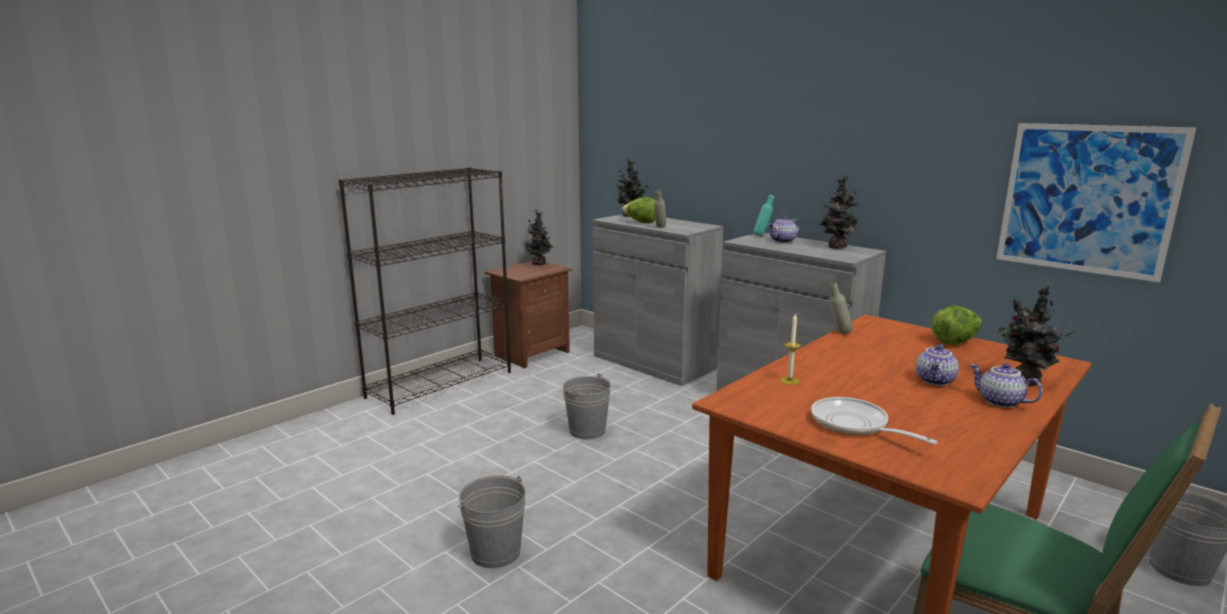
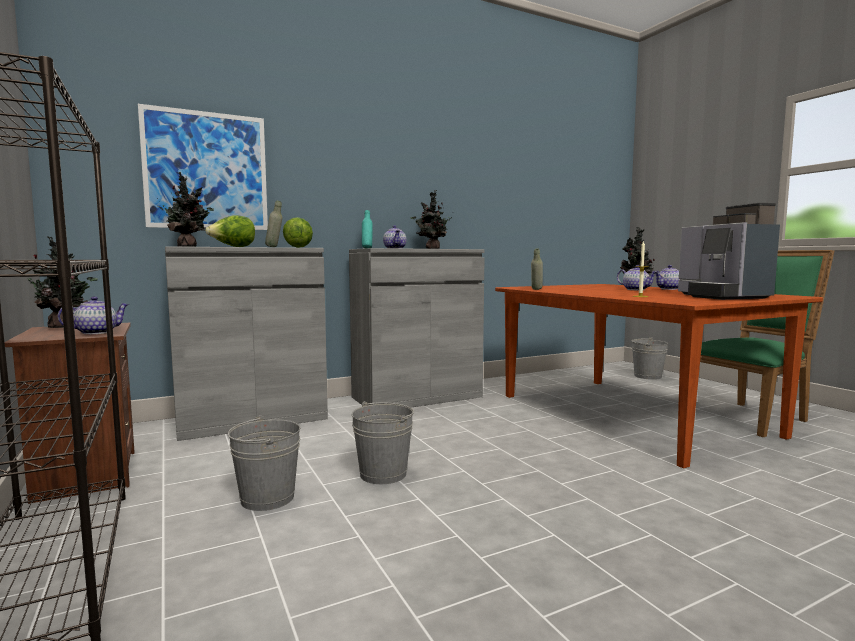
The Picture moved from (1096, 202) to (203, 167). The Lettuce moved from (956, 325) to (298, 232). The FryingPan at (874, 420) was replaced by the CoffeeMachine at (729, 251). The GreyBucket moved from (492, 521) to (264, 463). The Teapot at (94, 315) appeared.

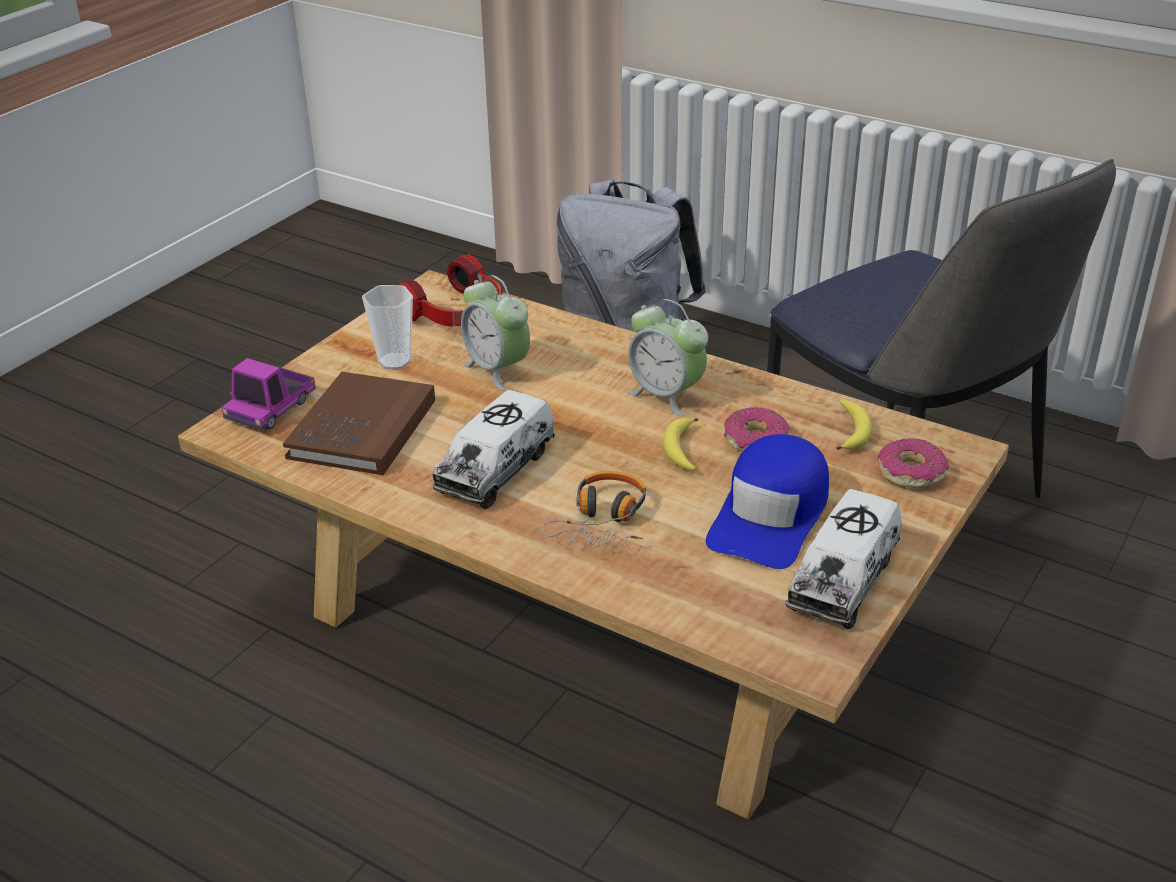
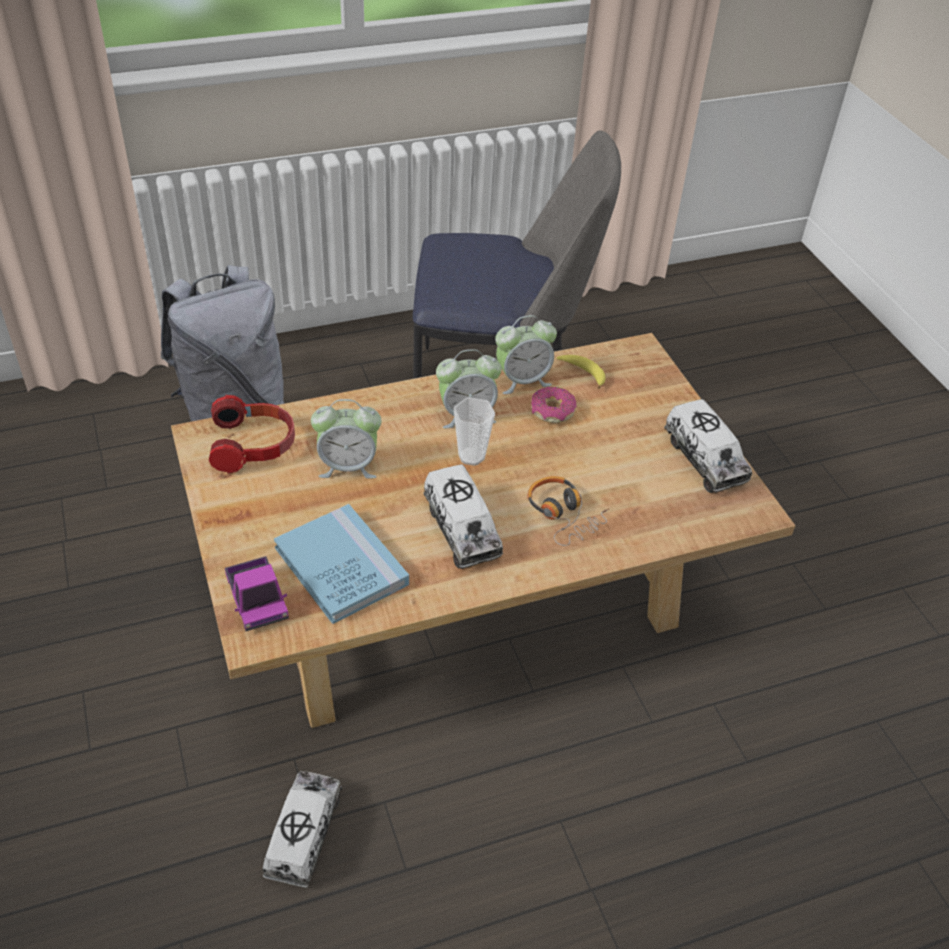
The Cup moved from (387, 327) to (474, 431). The BrownBook at (359, 423) became the BlueBook at (341, 564). The Banana at (680, 444) disappeared. The BlueCap at (767, 501) disappeared. The Donut at (913, 463) disappeared. The AlarmClock at (526, 354) appeared. The ToyTruck at (302, 829) appeared.

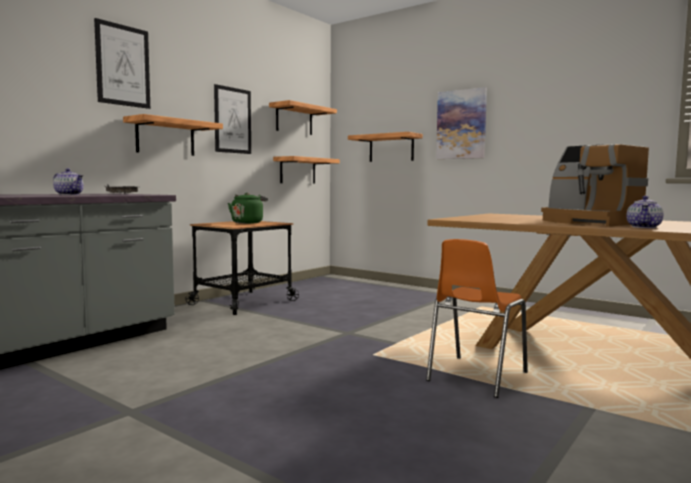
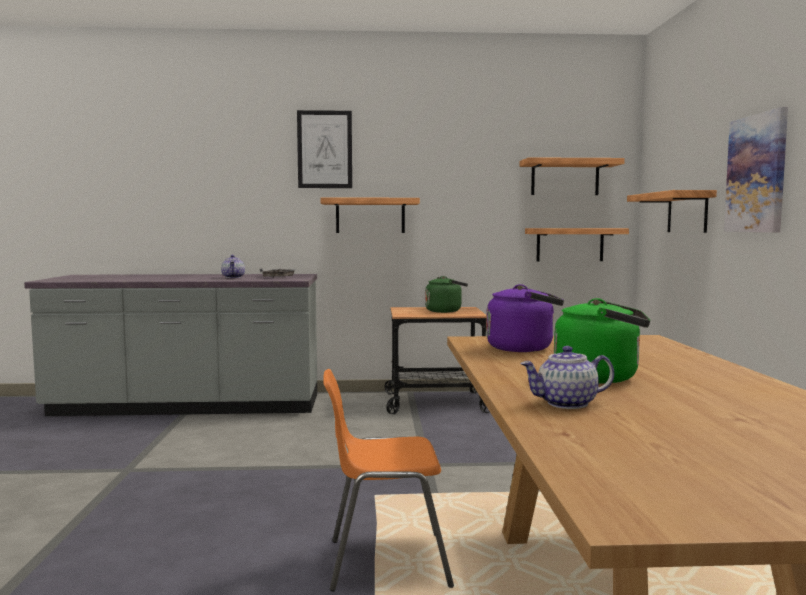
The Picture at (232, 119) disappeared. The CoffeeMachine at (595, 185) was replaced by the GreenKettle at (602, 340). The PurpleKettle at (525, 318) appeared.

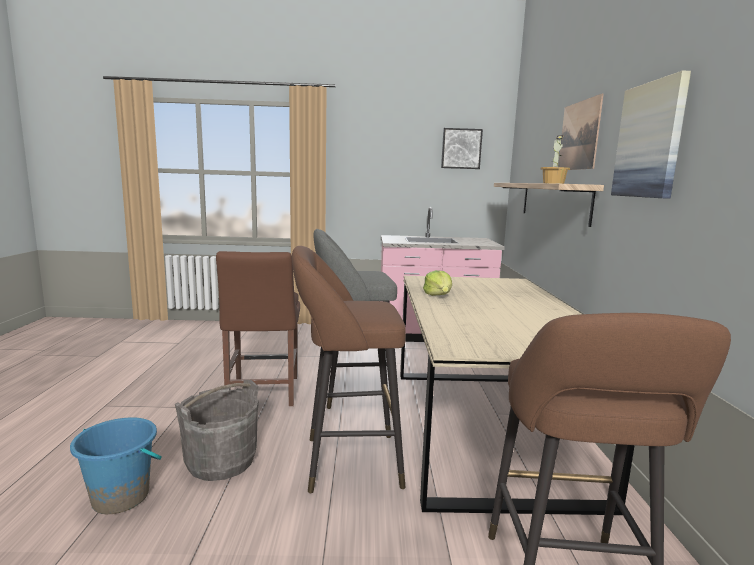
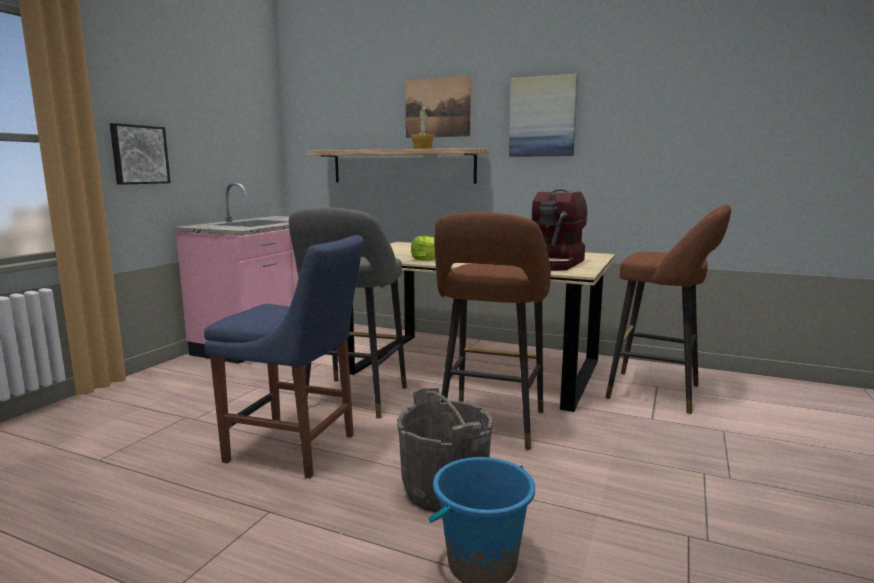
The Picture moved from (462, 148) to (140, 154). The BrownChair at (258, 328) became the BlueChair at (284, 356). The CoffeeMachine at (559, 230) appeared.

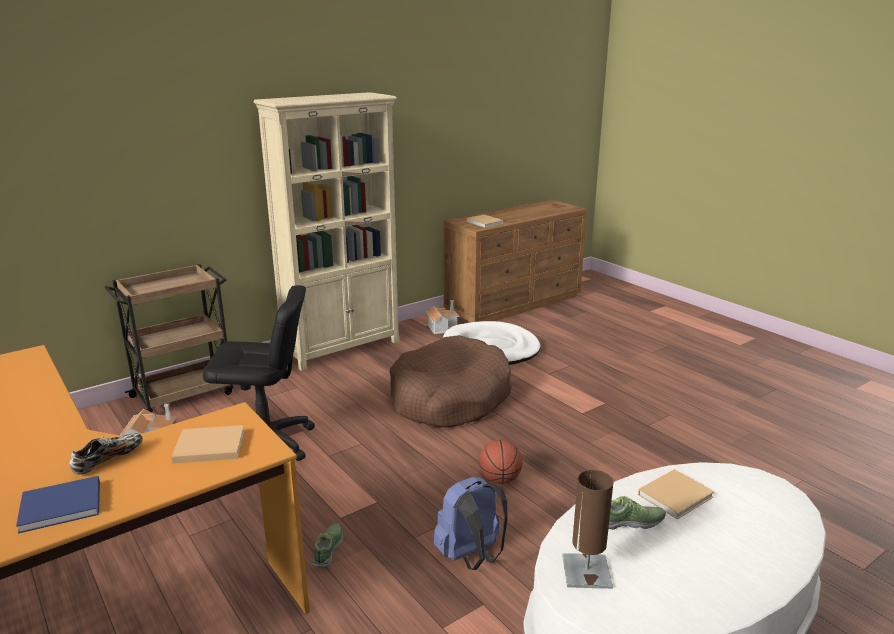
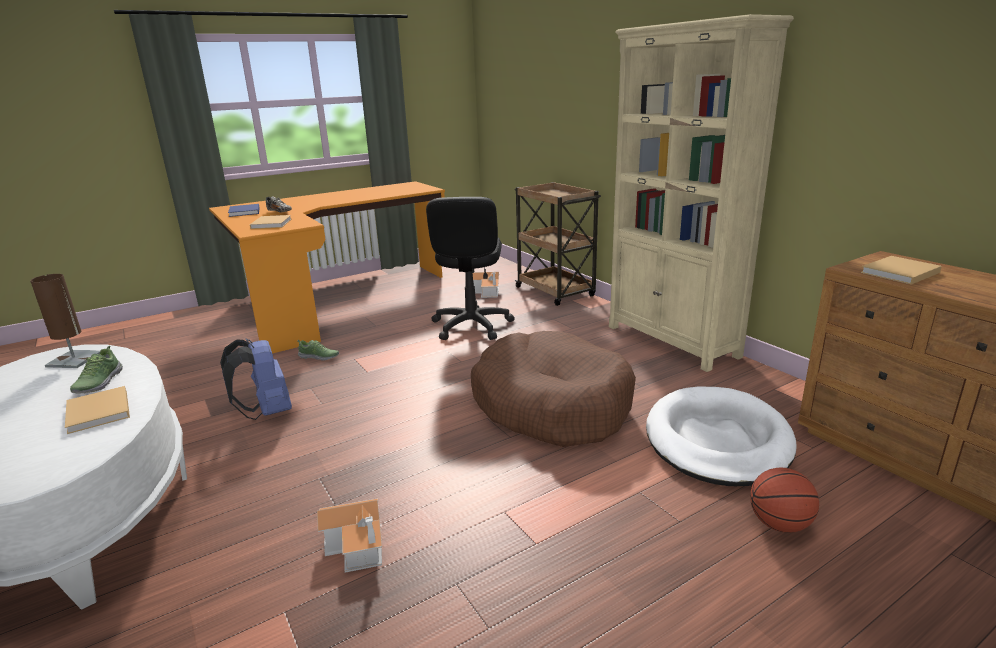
The ToyHouse moved from (443, 317) to (349, 535). The Basketball moved from (501, 462) to (784, 500).

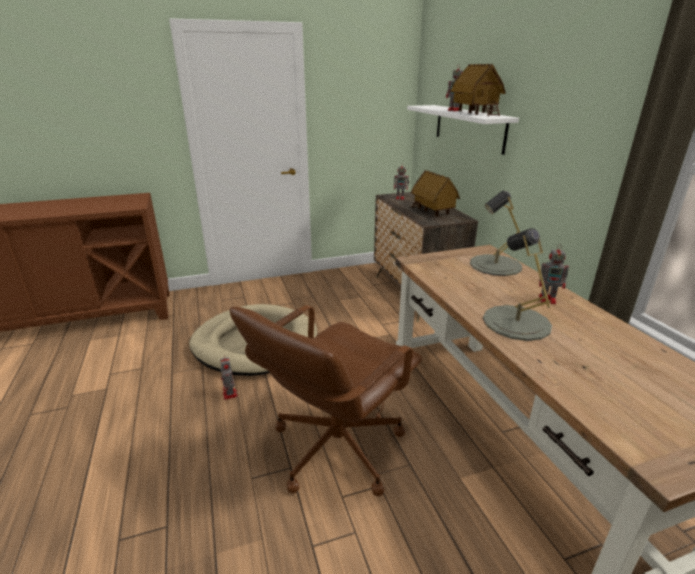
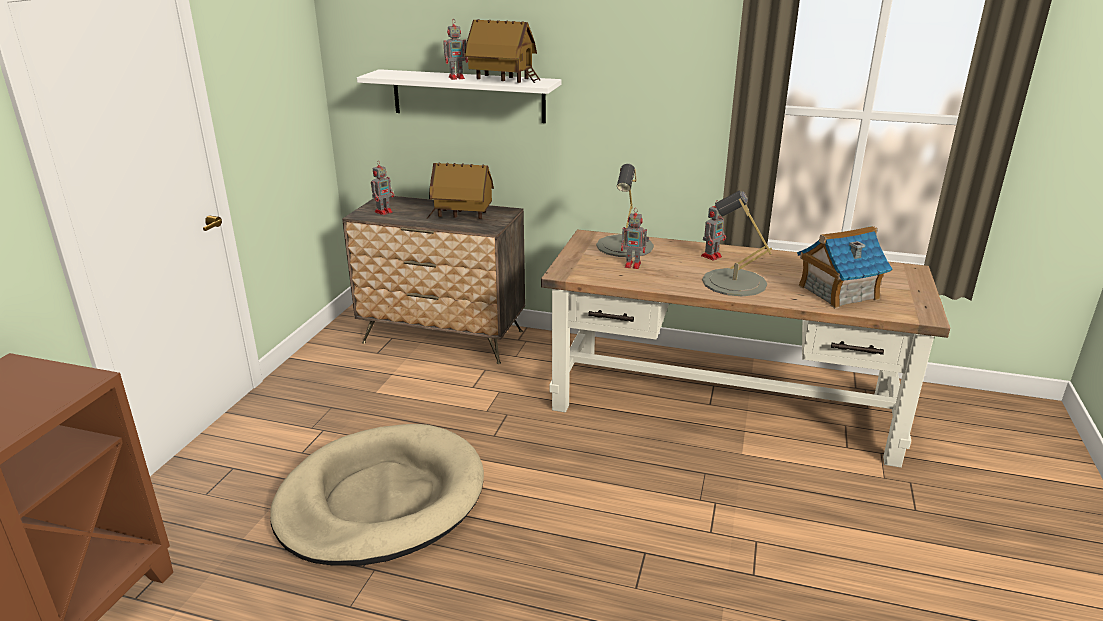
The BrownOfficeChair at (326, 400) disappeared. The ToyRobot moved from (229, 378) to (635, 238). The ToyHouse at (844, 267) appeared.

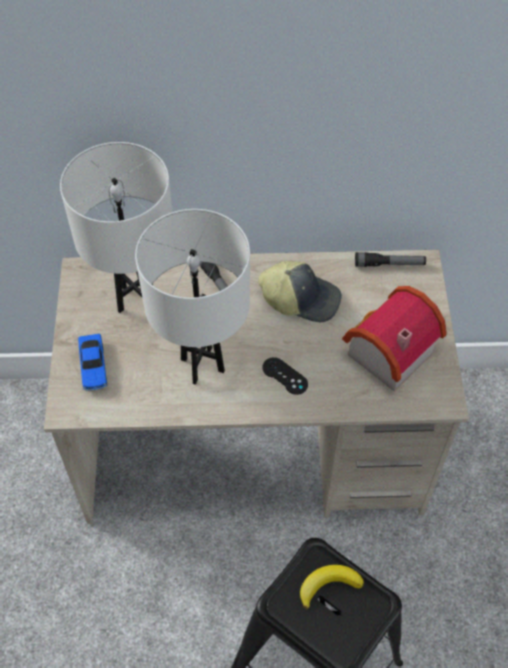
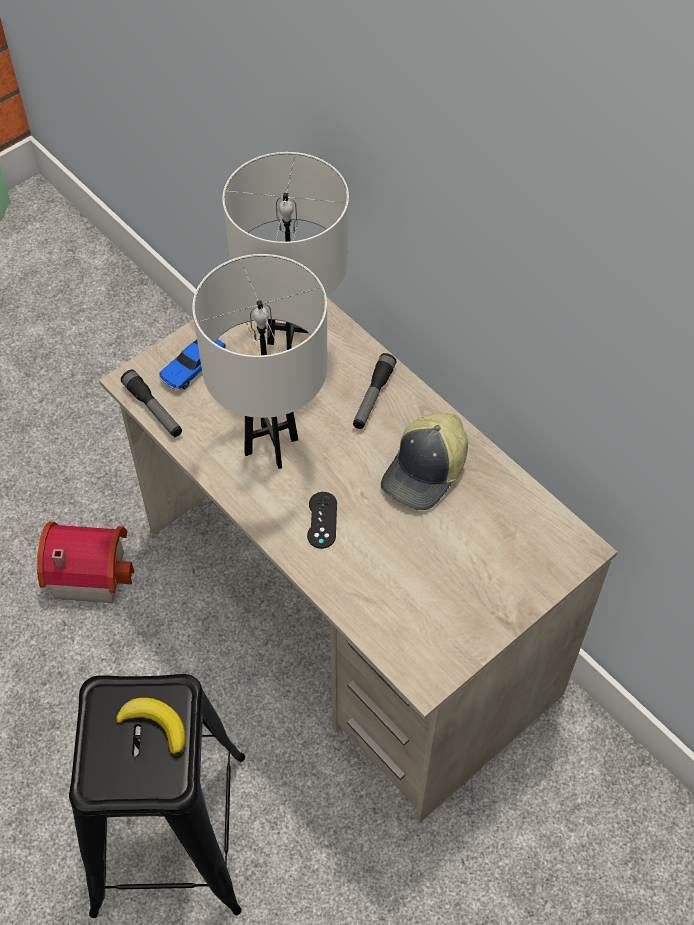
The Flashlight moved from (390, 259) to (151, 403). The Cap at (300, 291) turned 60 degrees clockwise. The ToyHouse moved from (394, 338) to (85, 562).

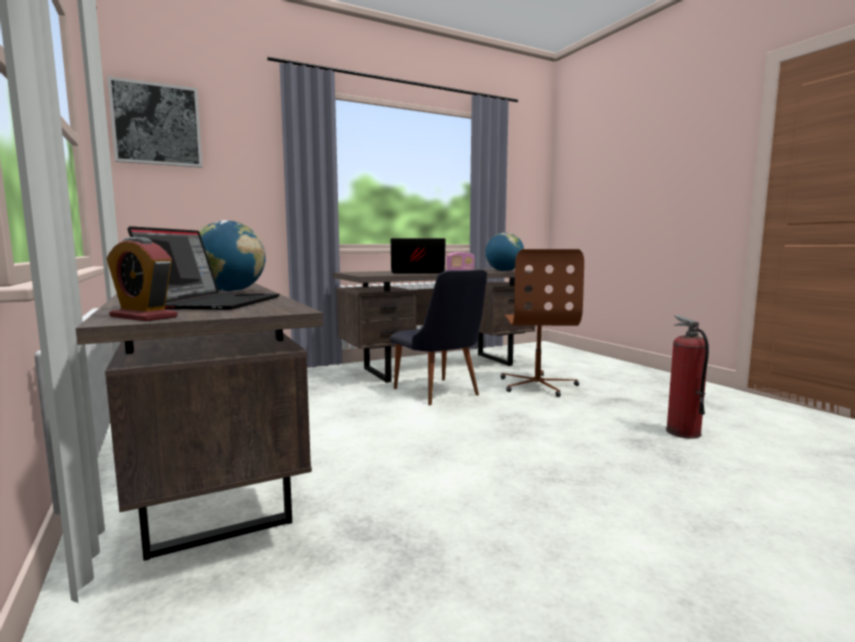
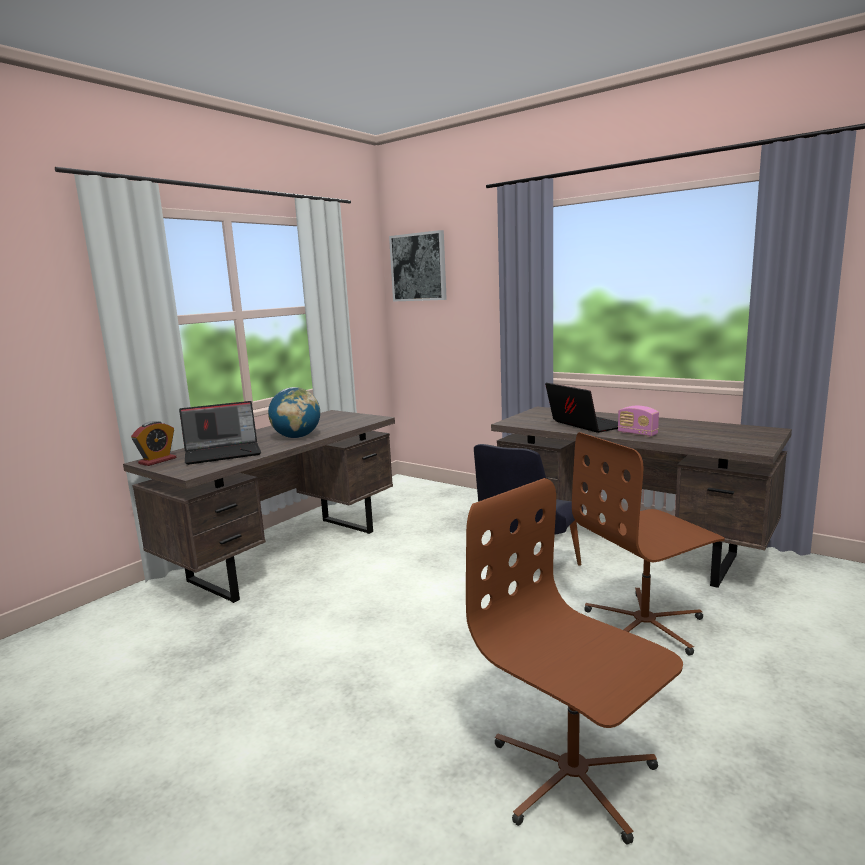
The Globe at (505, 252) disappeared. The AlarmClock at (142, 279) turned 150 degrees counterclockwise. The FireExtinguisher at (687, 377) was replaced by the BrownOfficeChair at (574, 661).

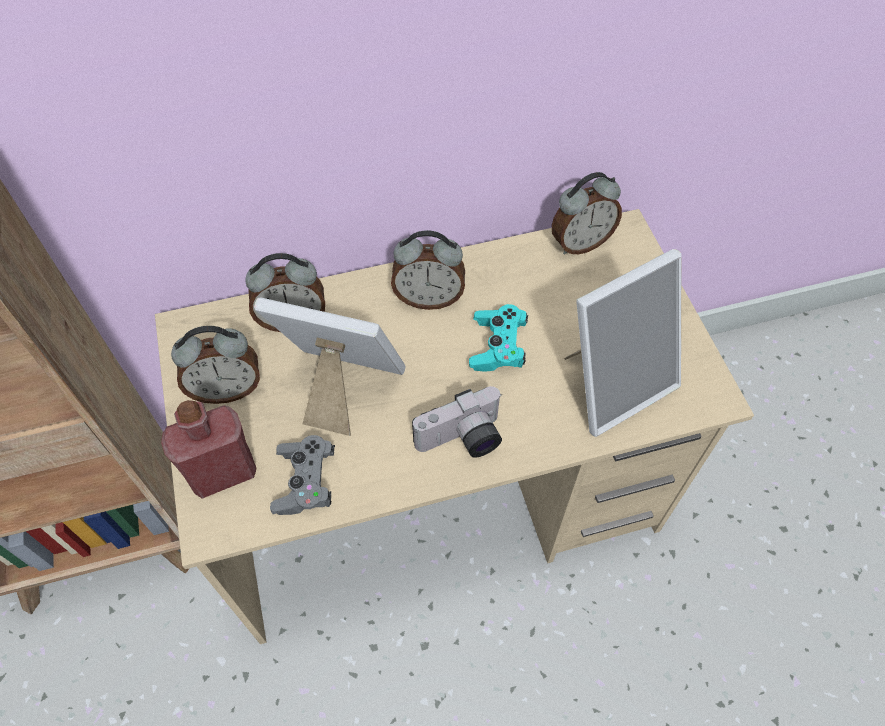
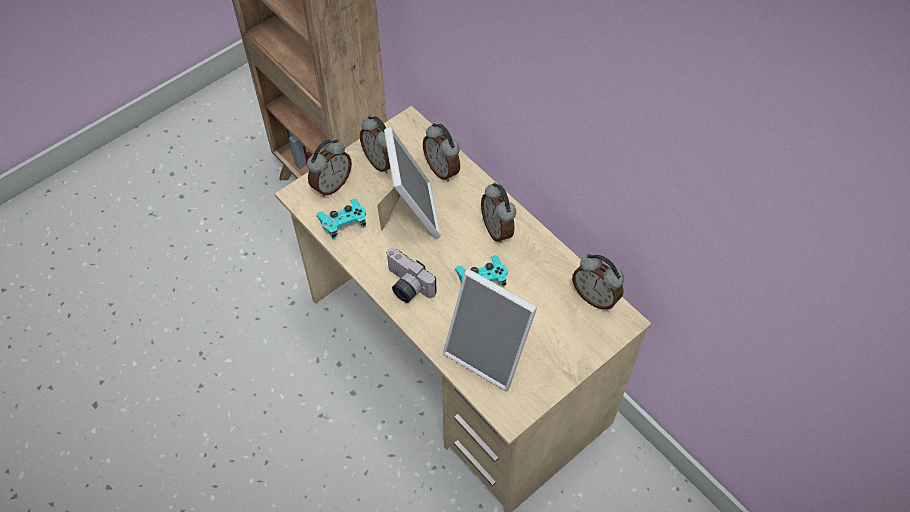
The RedBottle at (208, 449) was replaced by the AlarmClock at (329, 168). The GreyGameController at (302, 475) became the TurquoiseGameController at (341, 219).

